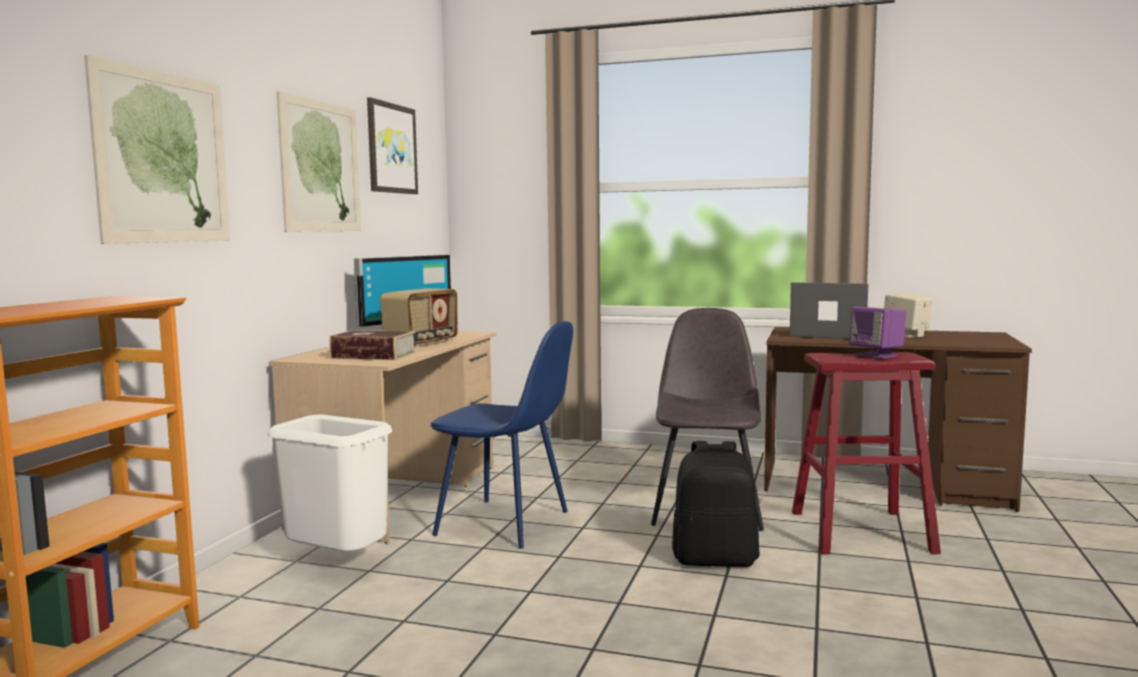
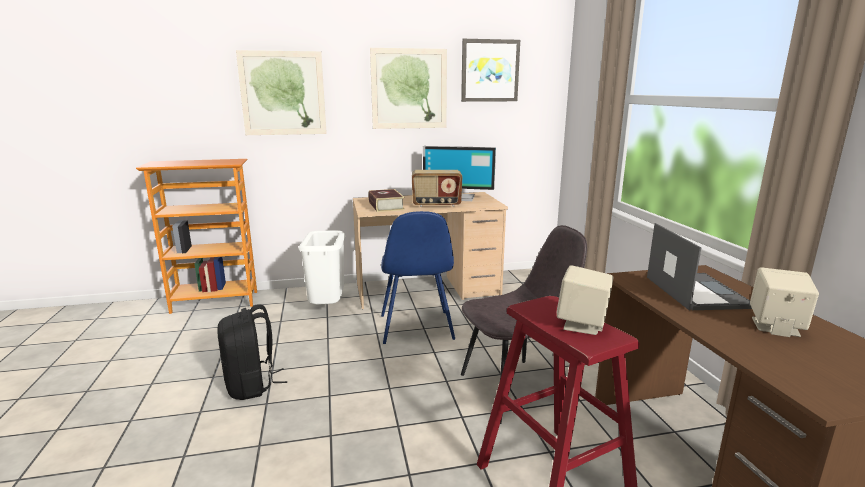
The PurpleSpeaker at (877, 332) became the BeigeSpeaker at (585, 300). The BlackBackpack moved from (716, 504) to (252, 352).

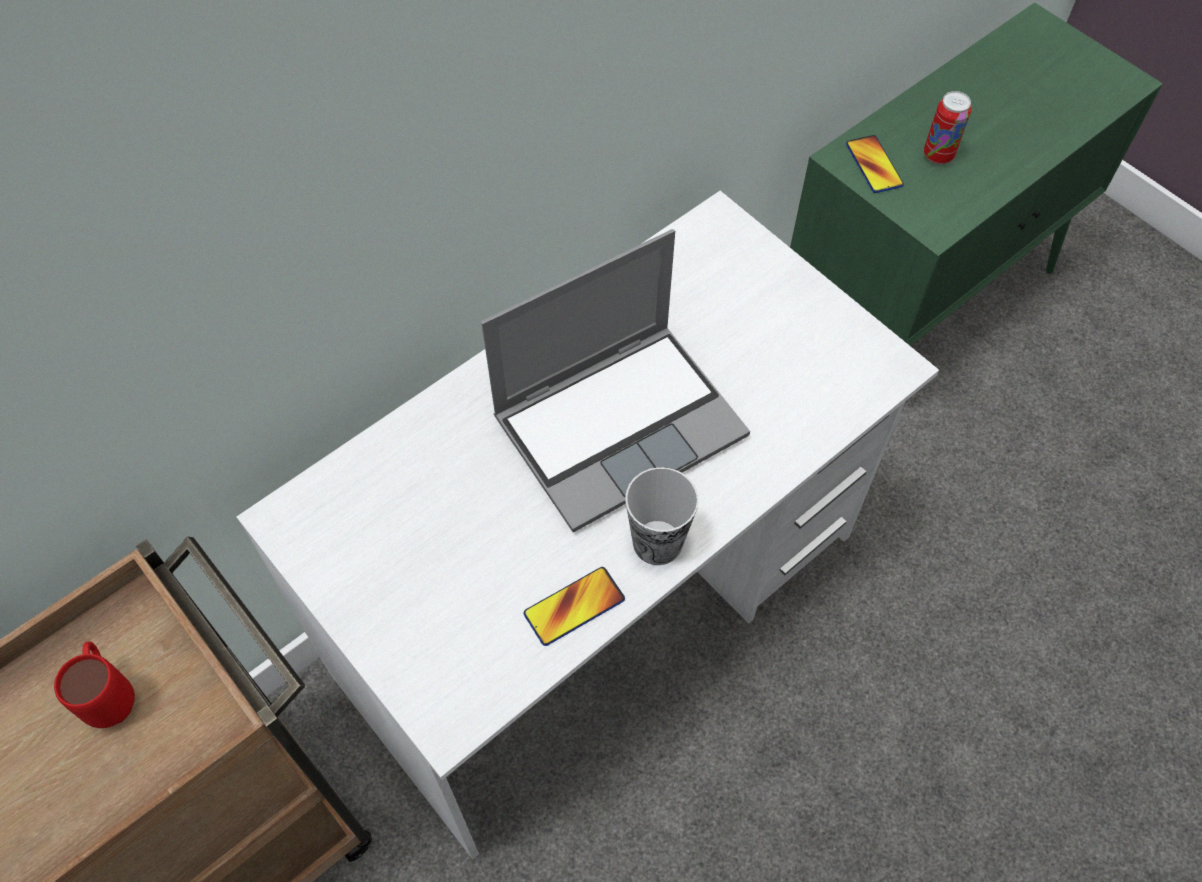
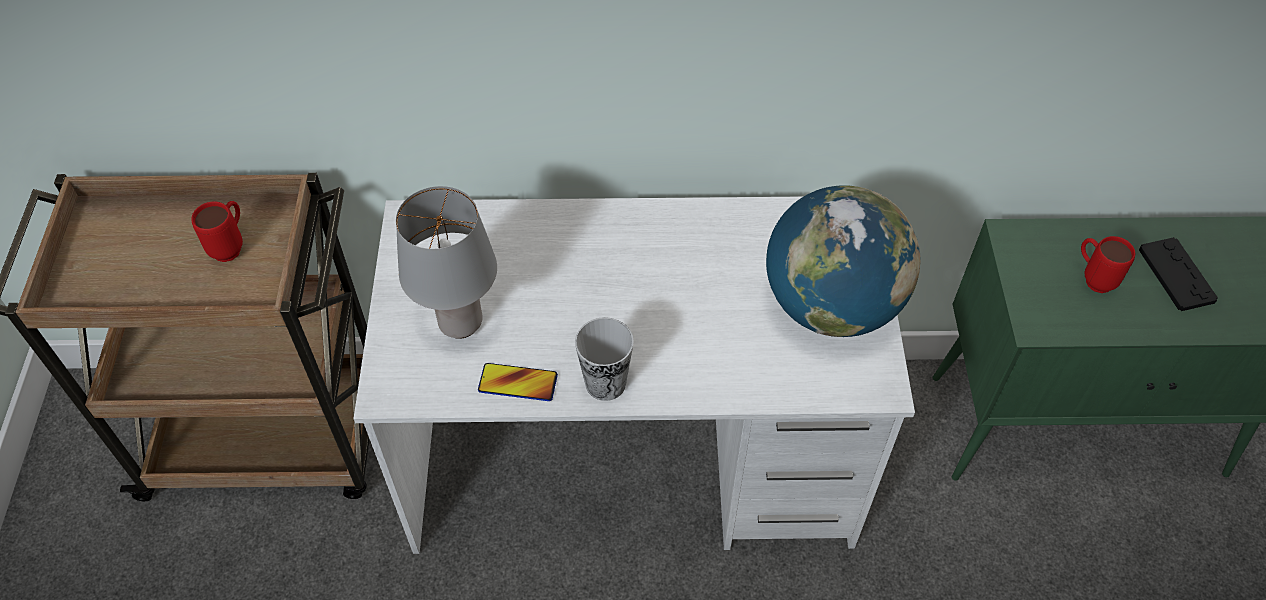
The Can at (947, 127) was replaced by the RedMug at (1108, 264). The Phone at (875, 164) disappeared. The Laptop at (615, 380) disappeared. The GreyTableLamp at (446, 262) appeared. The Globe at (843, 261) appeared. The BlackGameController at (1178, 274) appeared.

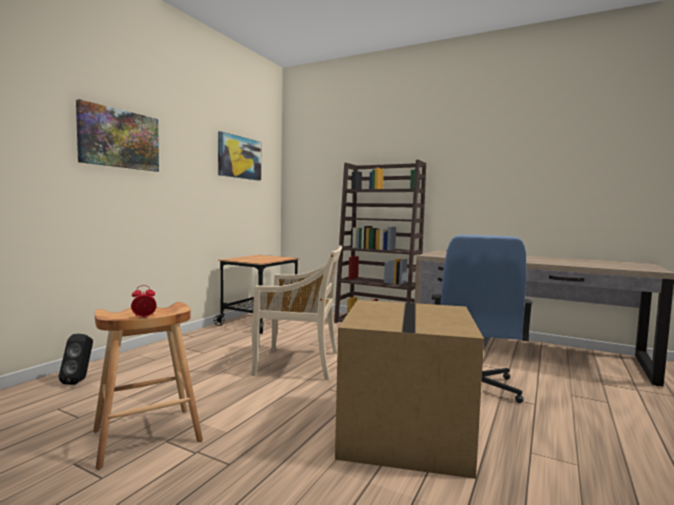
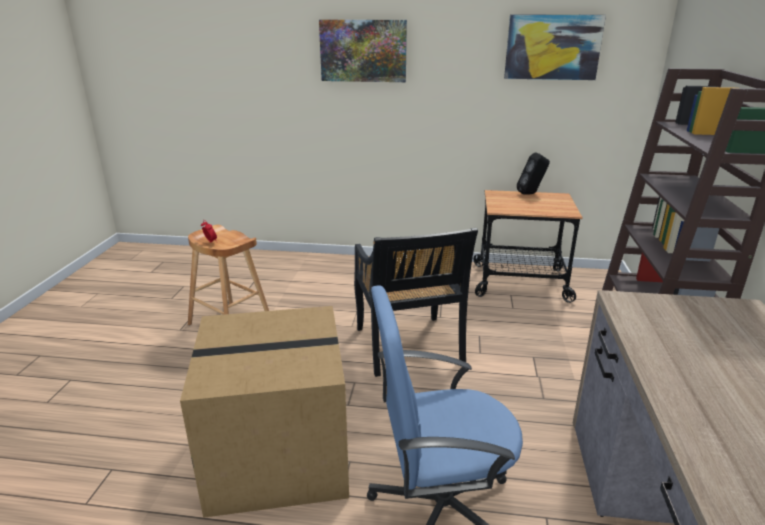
The BeigeChair at (297, 312) became the BlackChair at (416, 302). The BlackSpeaker moved from (76, 359) to (533, 173).

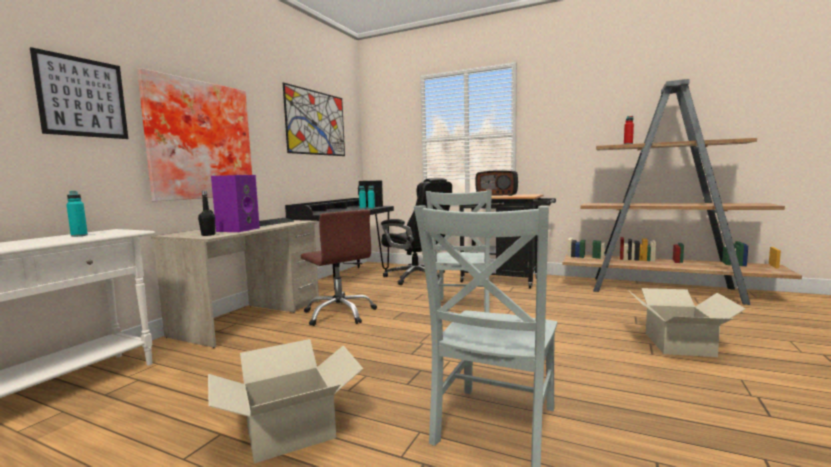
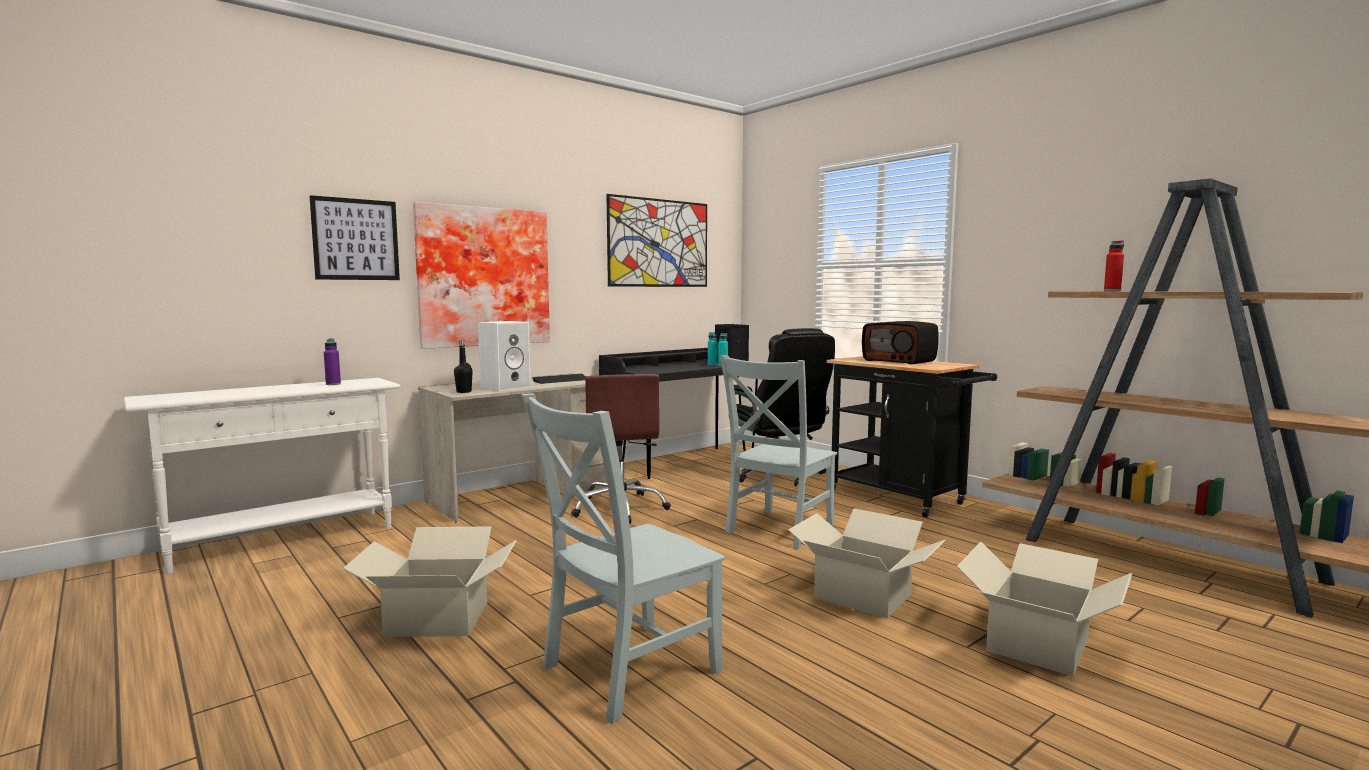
The PurpleSpeaker at (235, 203) became the WhiteSpeaker at (504, 356). The TurquoiseBottle at (77, 214) became the PurpleBottle at (332, 361). The CardboardBox at (867, 563) appeared.

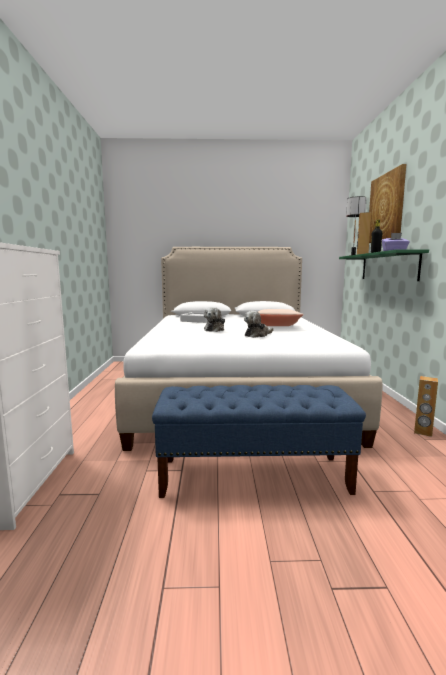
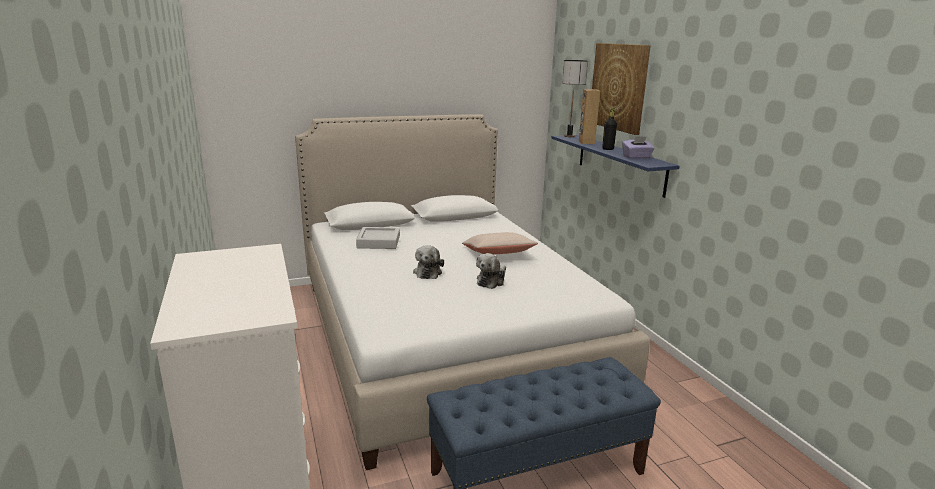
The GreenShelf at (384, 265) became the BlueShelf at (615, 166). The BrownSpeaker at (426, 406) disappeared.

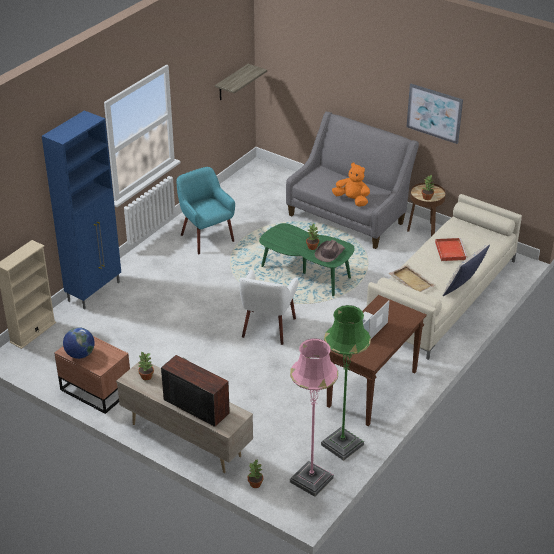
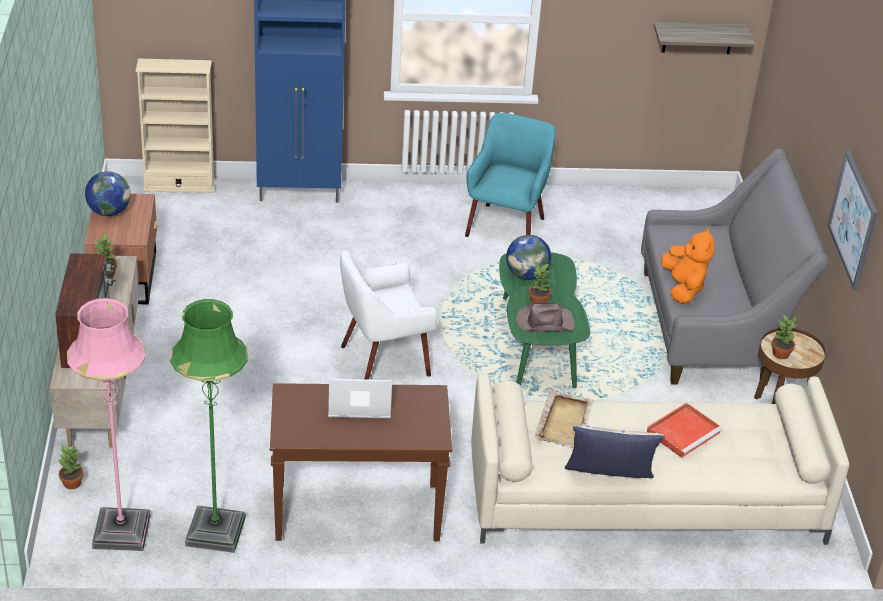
The Globe at (528, 257) appeared.

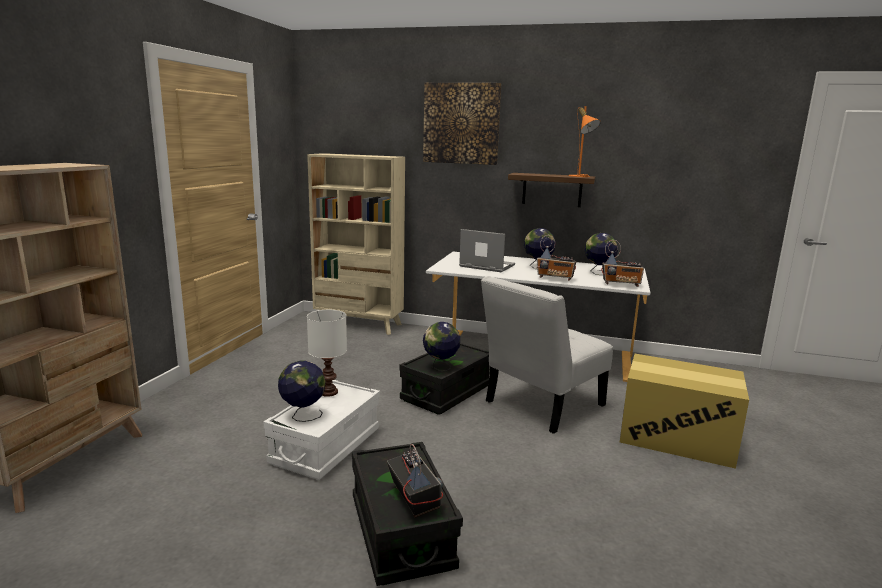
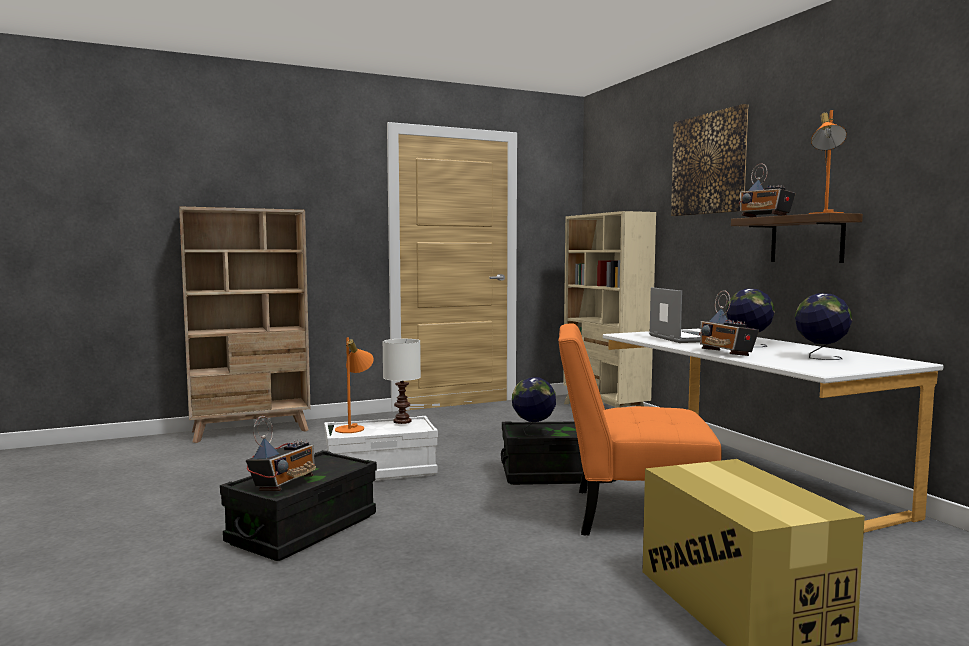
The Radio moved from (622, 263) to (767, 190). The WhiteChair at (547, 355) became the OrangeChair at (640, 429). The Globe at (302, 391) was replaced by the OrangeTableLamp at (354, 385).

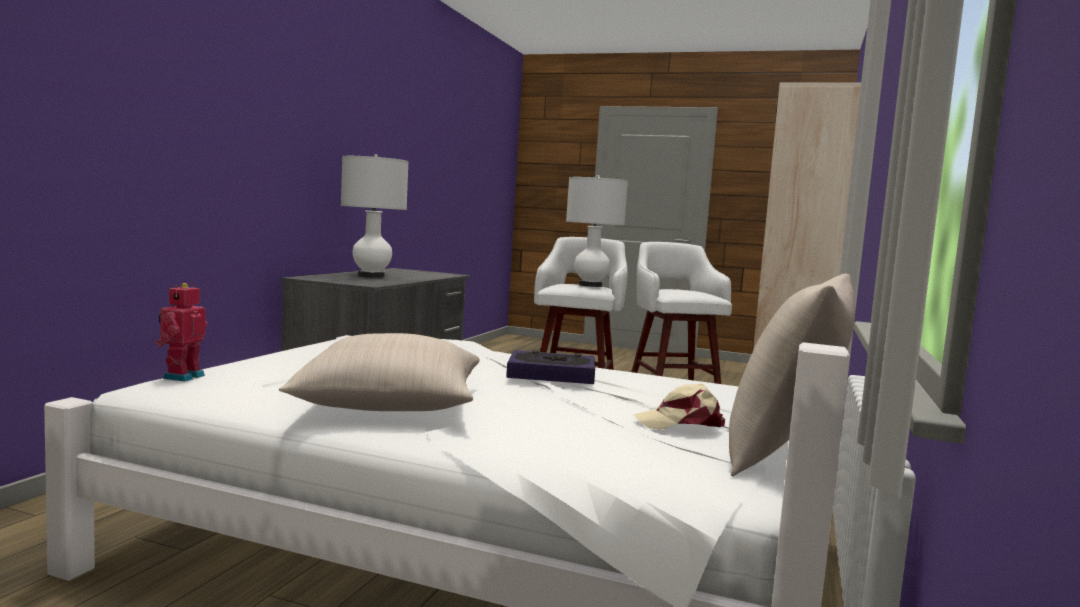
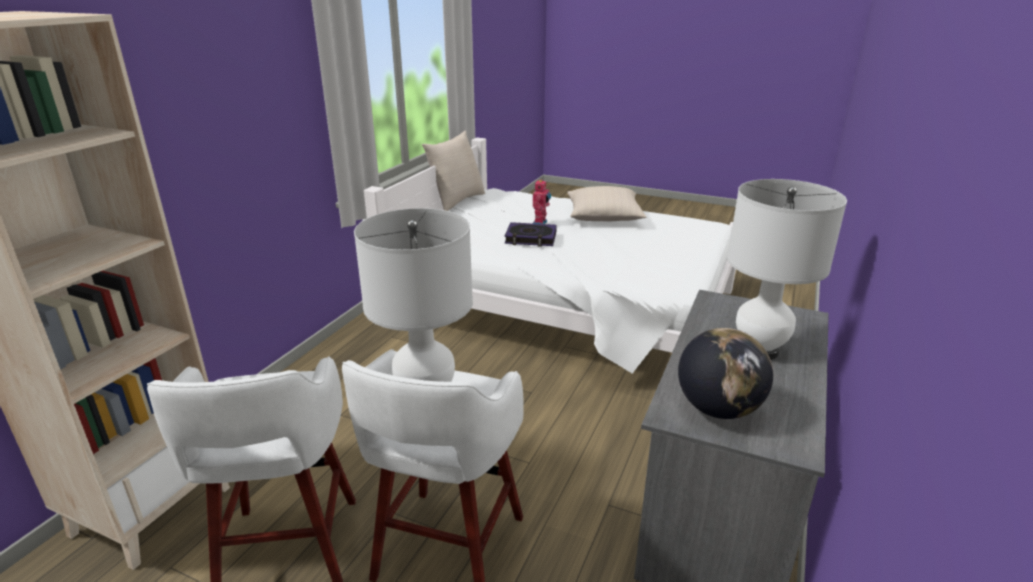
The ToyRobot moved from (181, 332) to (542, 201). The BeigeCap at (679, 406) disappeared. The Globe at (725, 373) appeared.

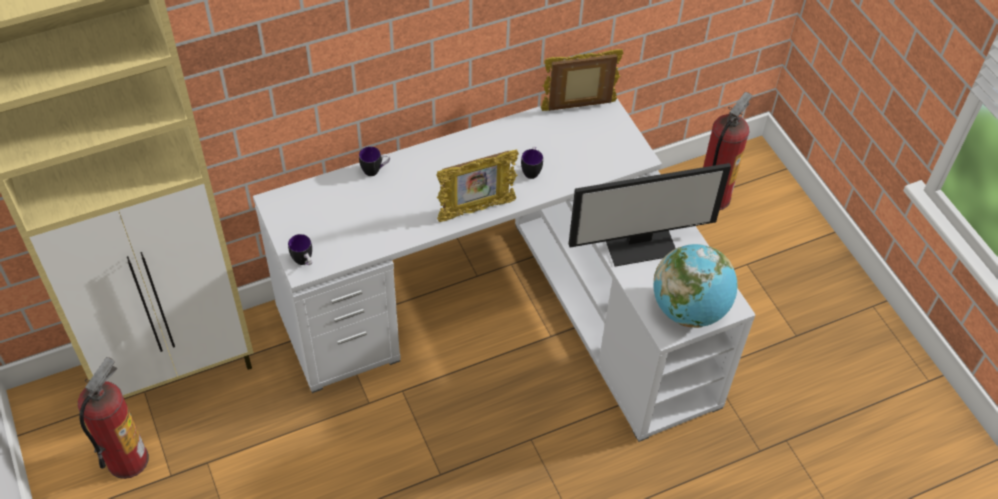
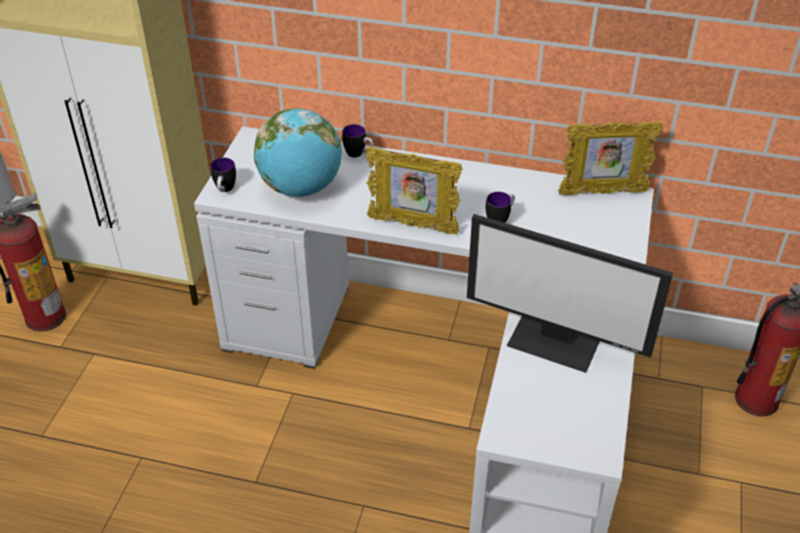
The PictureFrame at (582, 80) turned 150 degrees clockwise. The Globe moved from (696, 286) to (298, 152).

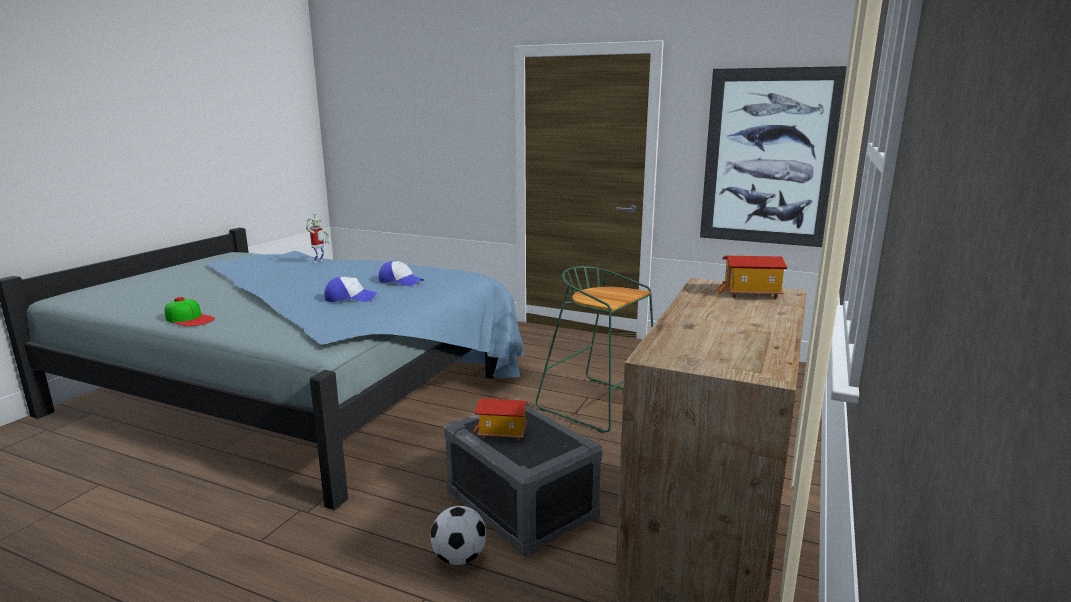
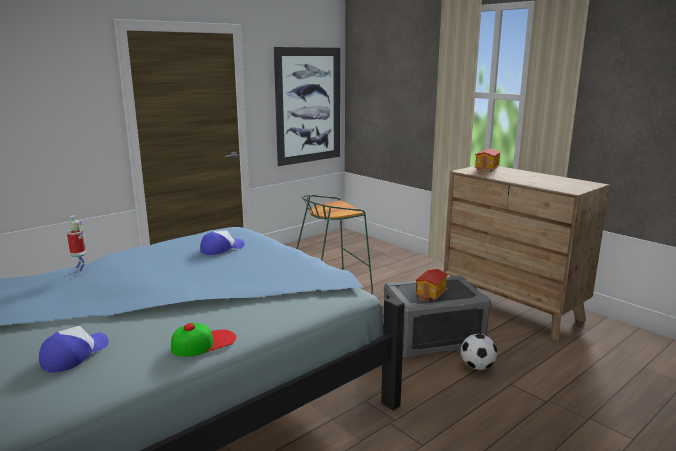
The Cap moved from (350, 289) to (74, 349).

